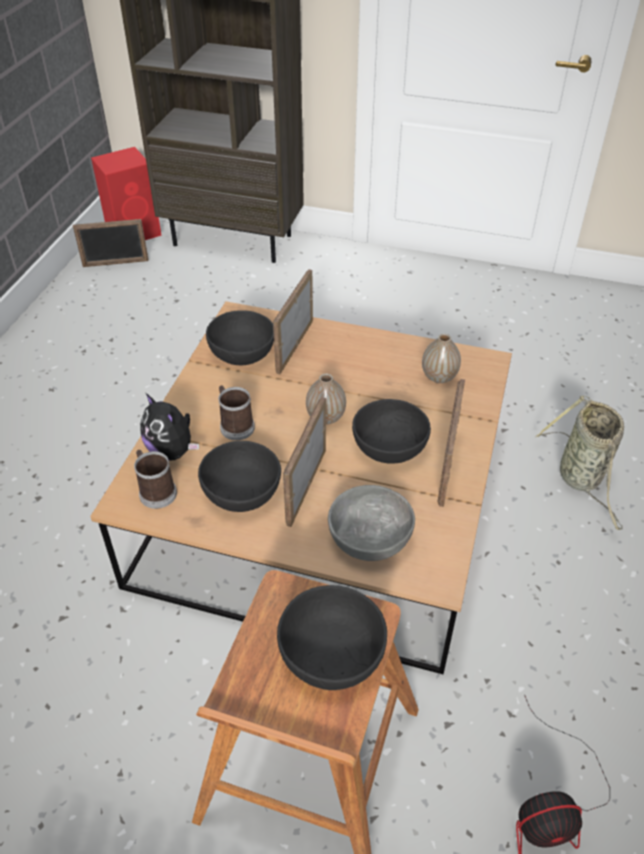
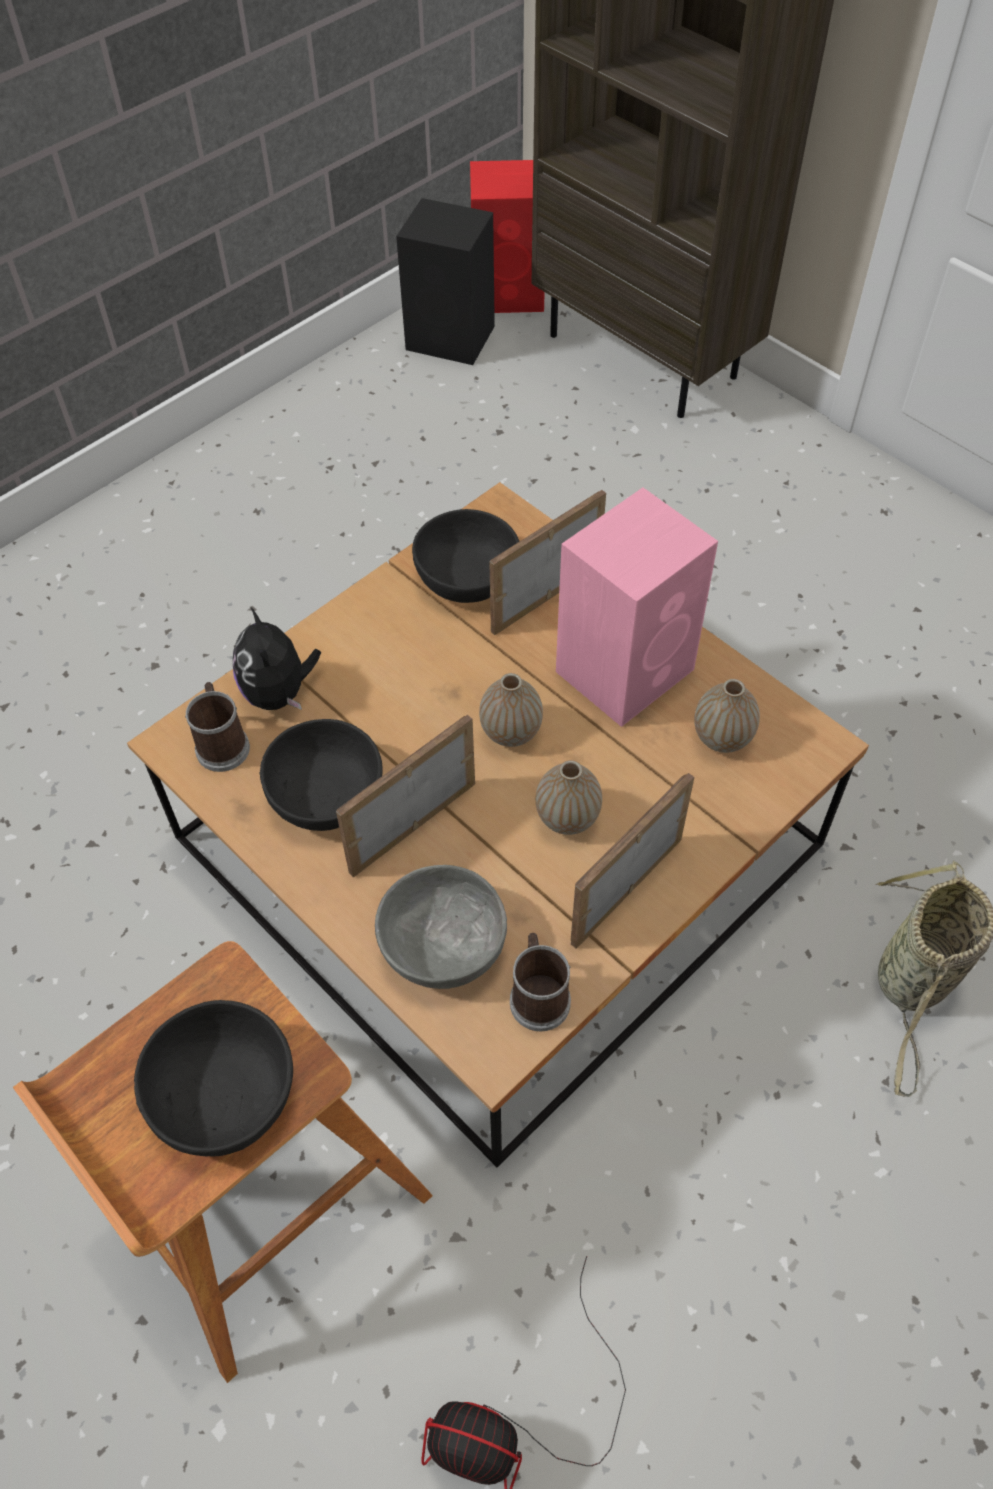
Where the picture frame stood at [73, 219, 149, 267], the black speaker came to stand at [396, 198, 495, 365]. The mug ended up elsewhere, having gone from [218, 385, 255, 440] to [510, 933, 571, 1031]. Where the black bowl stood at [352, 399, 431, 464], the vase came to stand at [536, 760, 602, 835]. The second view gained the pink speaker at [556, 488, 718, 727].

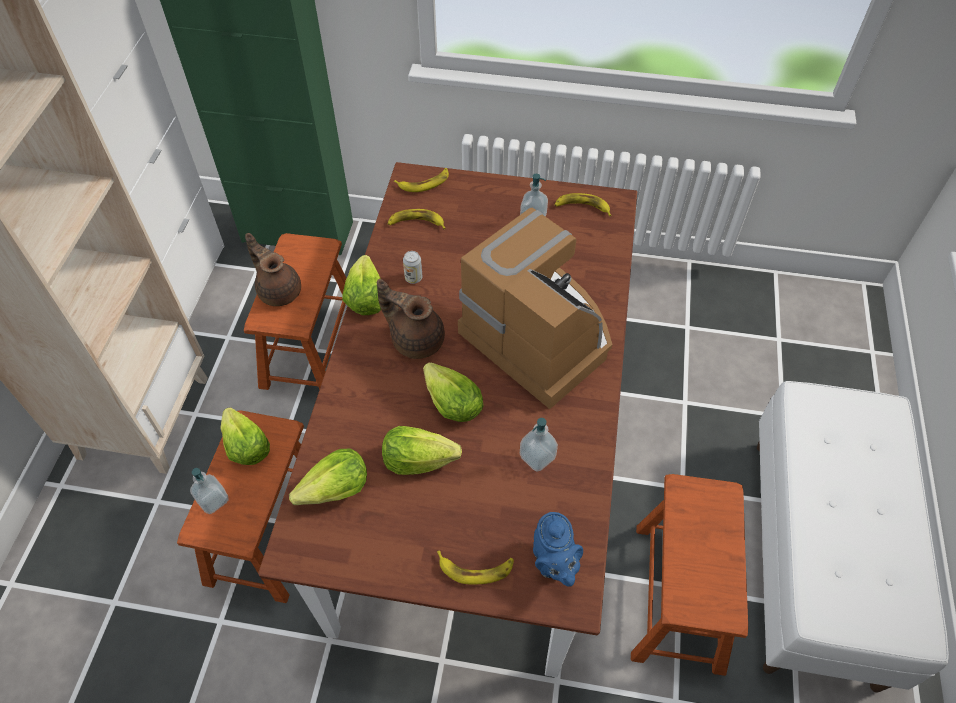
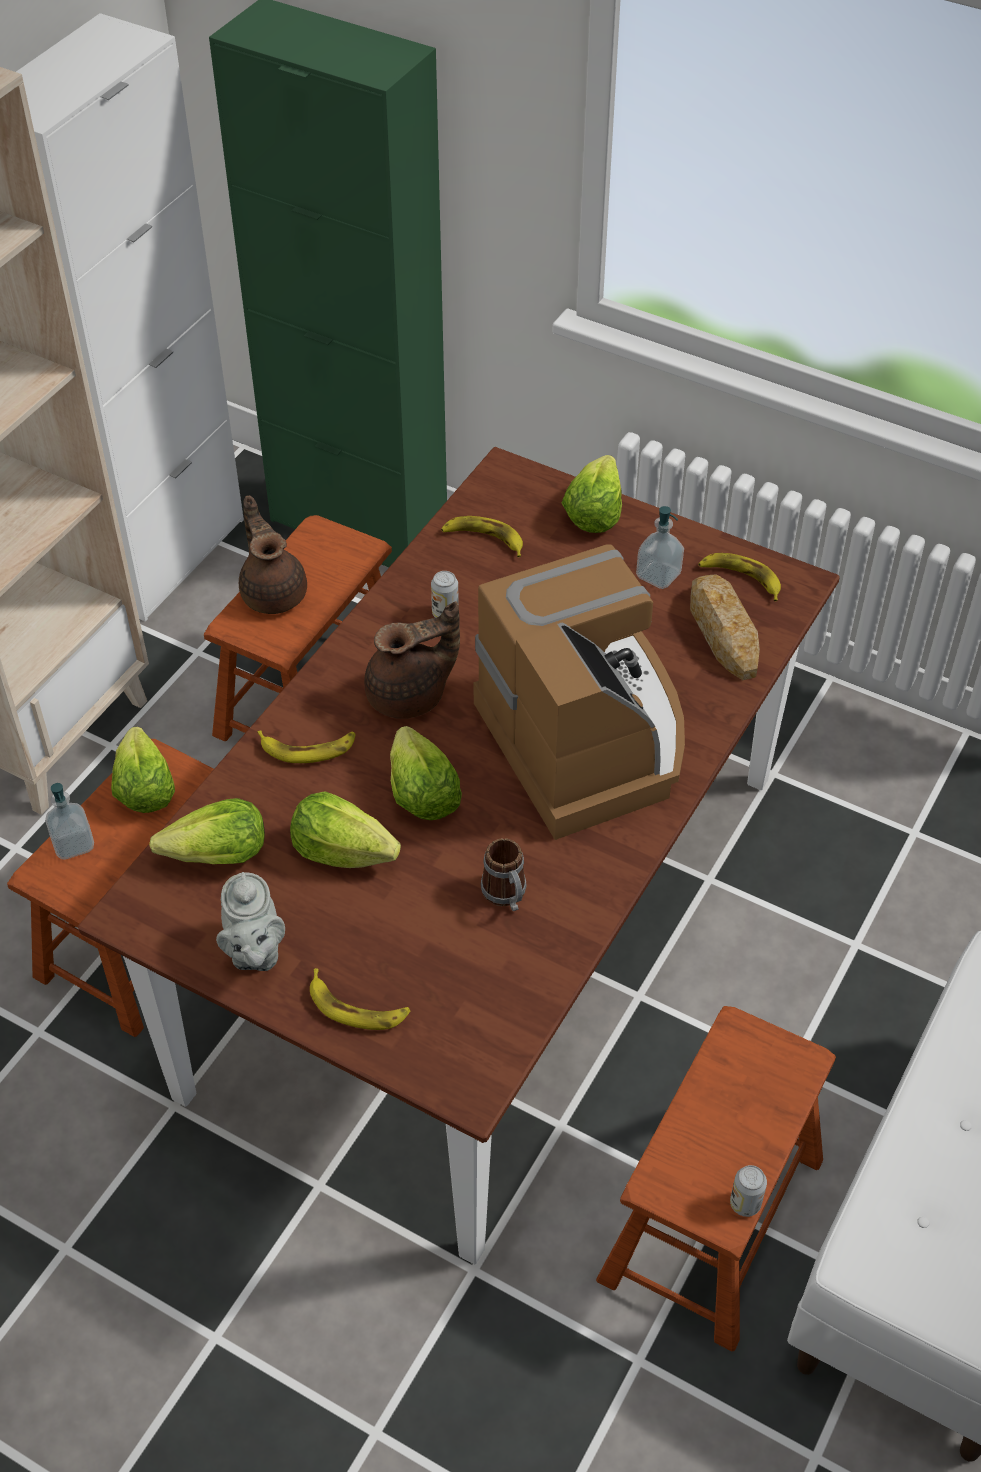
The second view gained the grey teapot at [216, 872, 285, 971]. The banana ended up elsewhere, having gone from [394, 168, 449, 192] to [257, 730, 356, 763]. The brown teapot at [377, 279, 445, 359] ended up facing another way, 105 degrees clockwise from before. Where the soap dispenser stood at [520, 418, 558, 472], the mug came to stand at [481, 838, 527, 911]. The lettuce ended up elsewhere, having gone from [342, 255, 381, 315] to [562, 455, 622, 533]. The second view gained the bread at [690, 574, 760, 680]. The second view gained the can at [730, 1165, 767, 1217]. The second view lost the blue teapot at [533, 512, 583, 587].

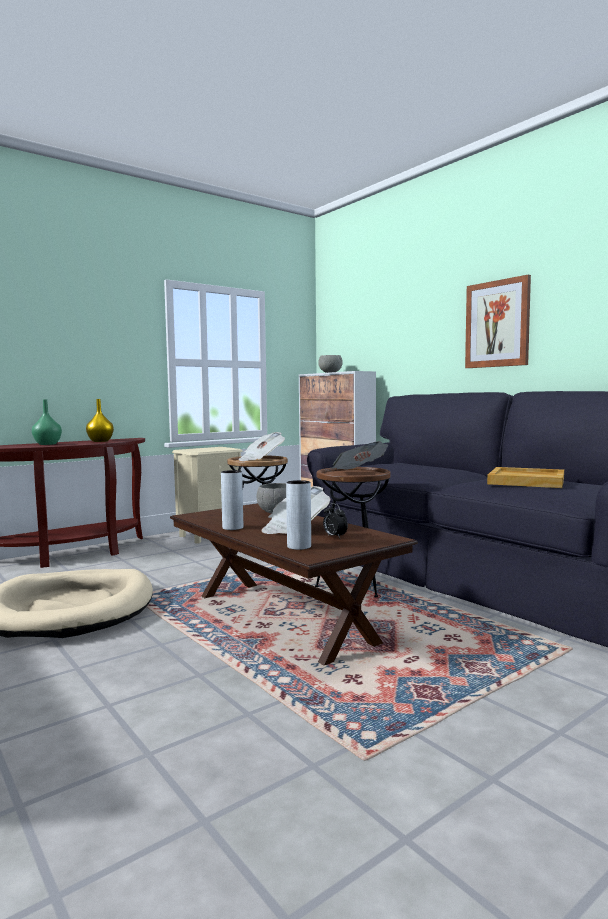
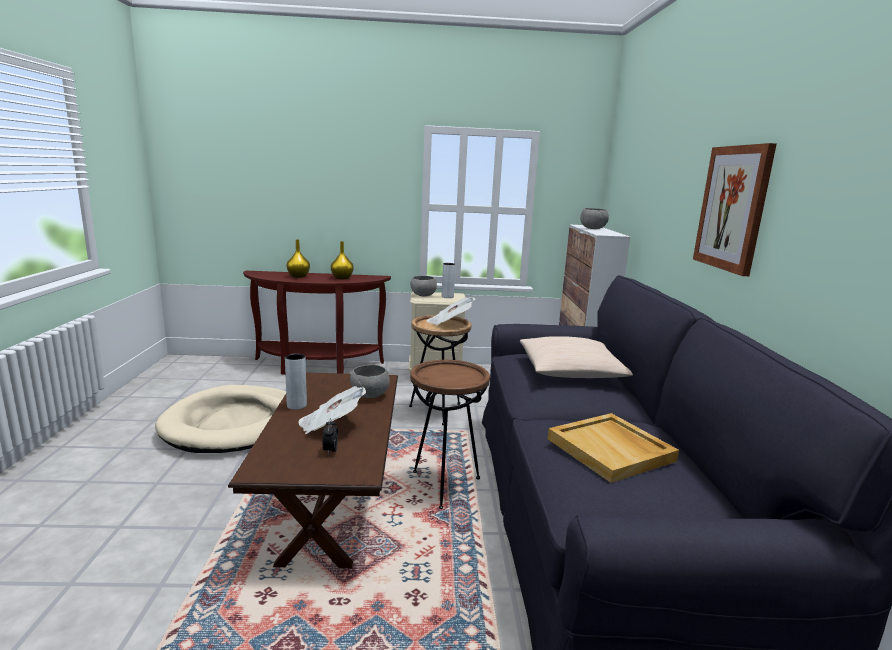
What was the green vase at [32, 399, 62, 445] turned into the yellow vase at [286, 240, 310, 278]. The second view gained the grey bowl at [410, 276, 437, 296]. The grey vase ended up elsewhere, having gone from [286, 480, 311, 550] to [442, 263, 456, 298]. The second view gained the beige pillow at [520, 336, 633, 378]. The second view lost the newspaper at [331, 441, 388, 470].

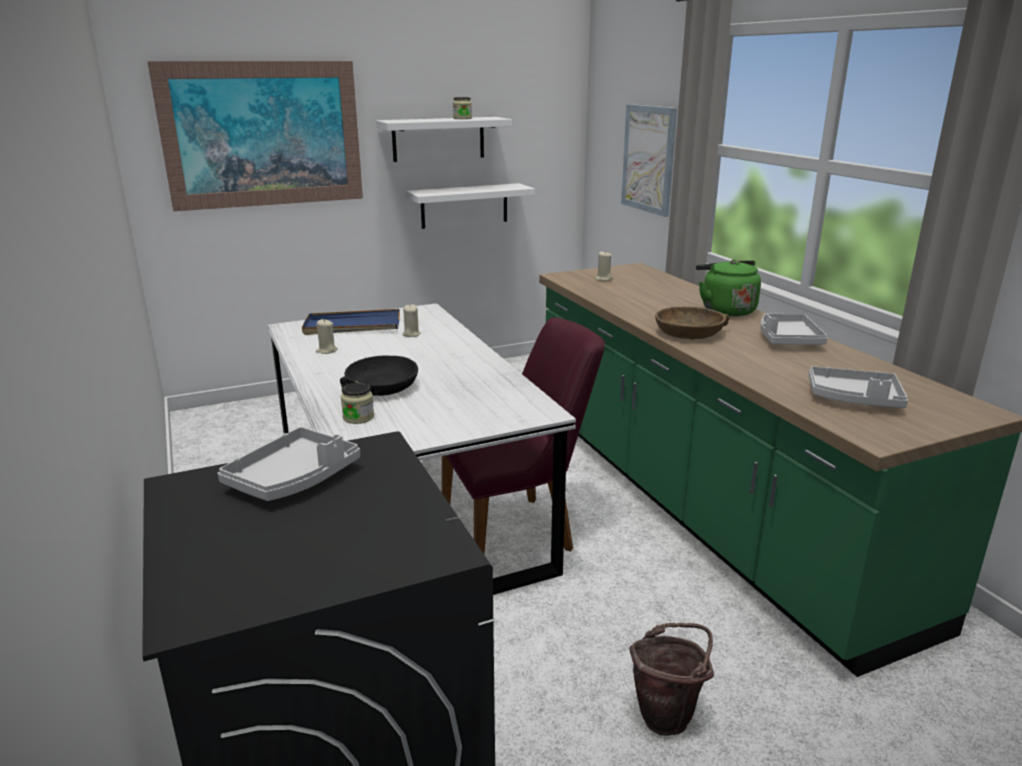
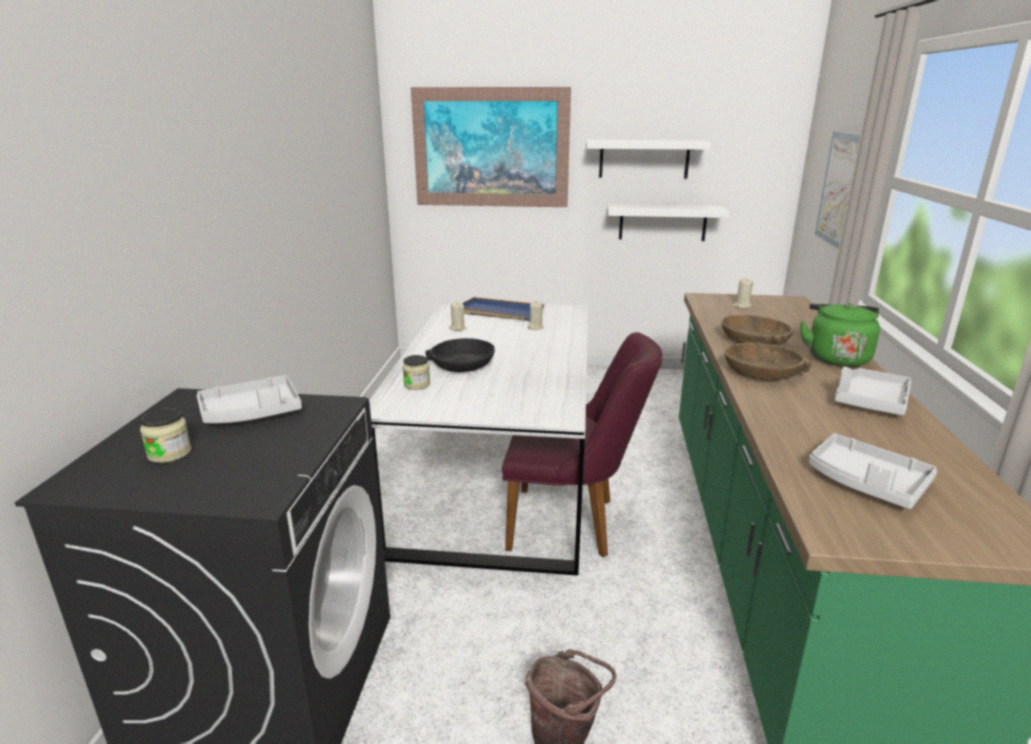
The jar ended up elsewhere, having gone from [453, 97, 472, 119] to [140, 408, 192, 463]. The second view gained the brown bowl at [722, 315, 794, 346].

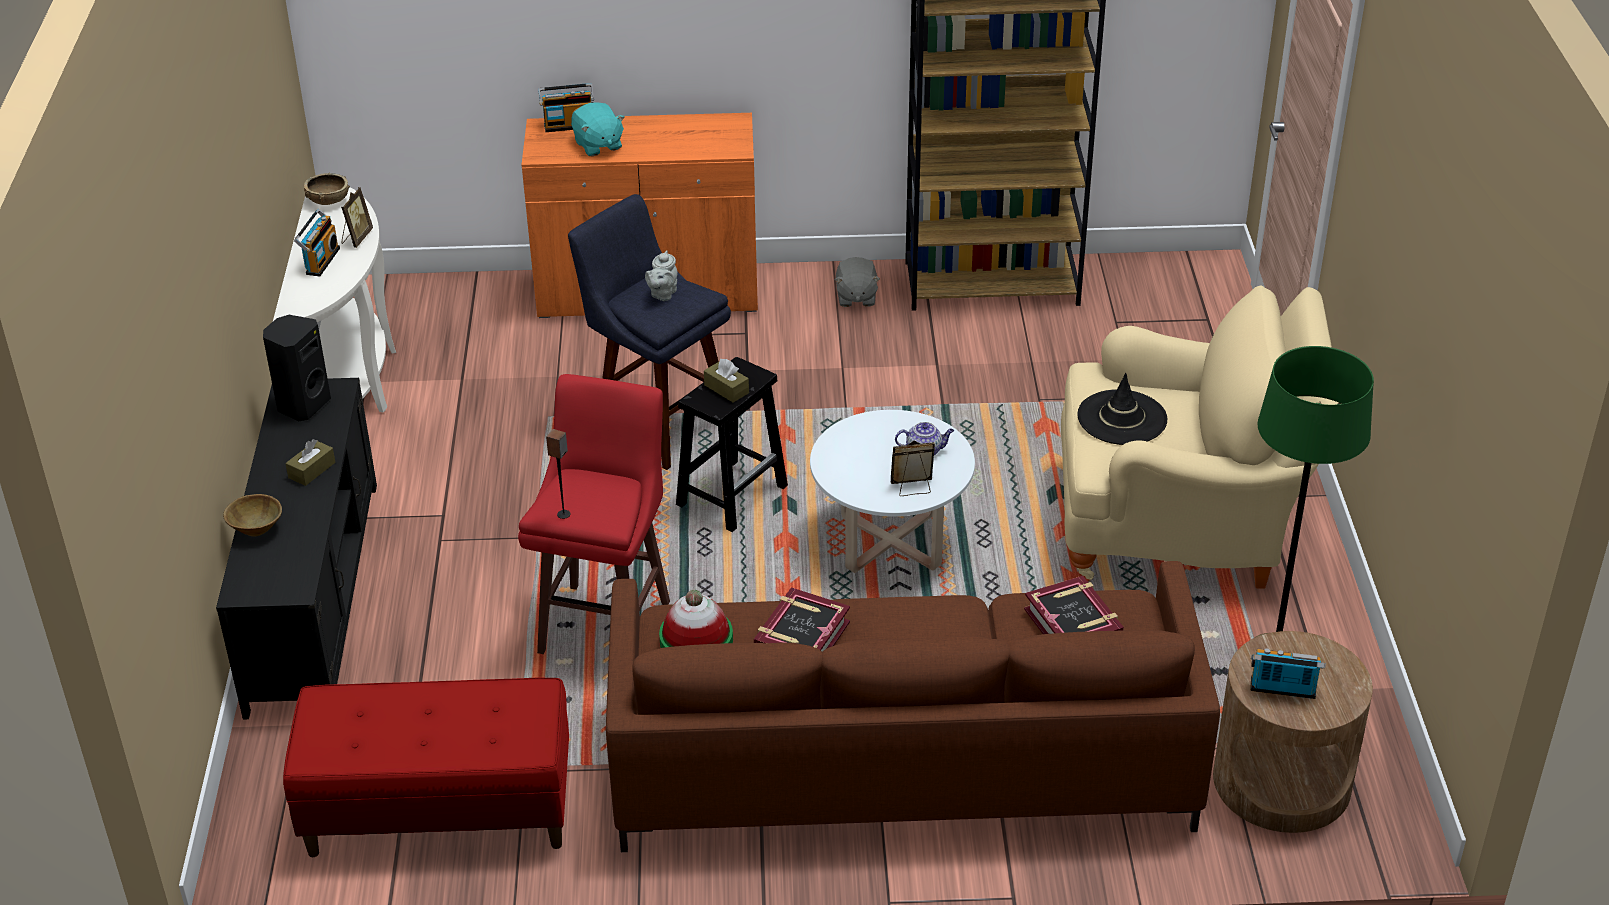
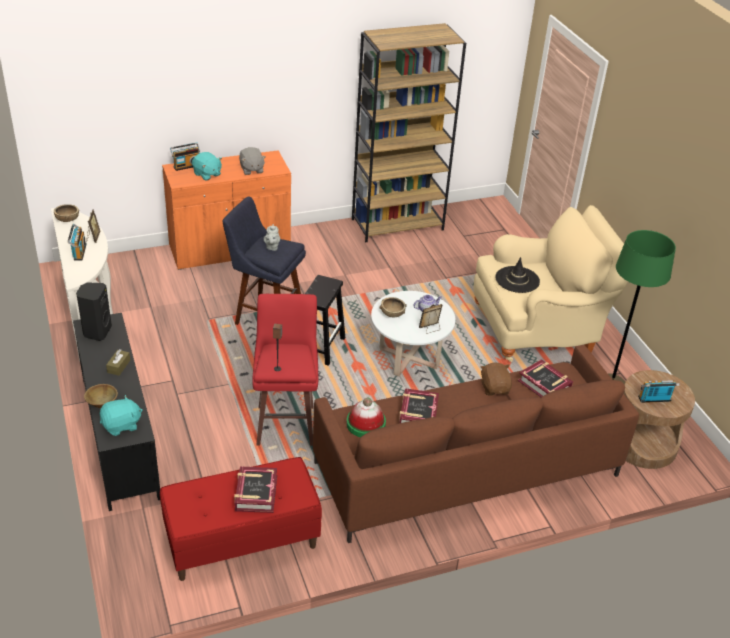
The second view gained the turquoise plush toy at [100, 395, 143, 436]. The second view gained the book at [234, 466, 277, 513]. The grey plush toy ended up elsewhere, having gone from [835, 257, 880, 307] to [239, 147, 266, 175]. The second view gained the brown bowl at [380, 297, 407, 317]. The second view gained the brown plush toy at [481, 363, 512, 395]. The second view lost the brown tissue box at [704, 359, 749, 403].

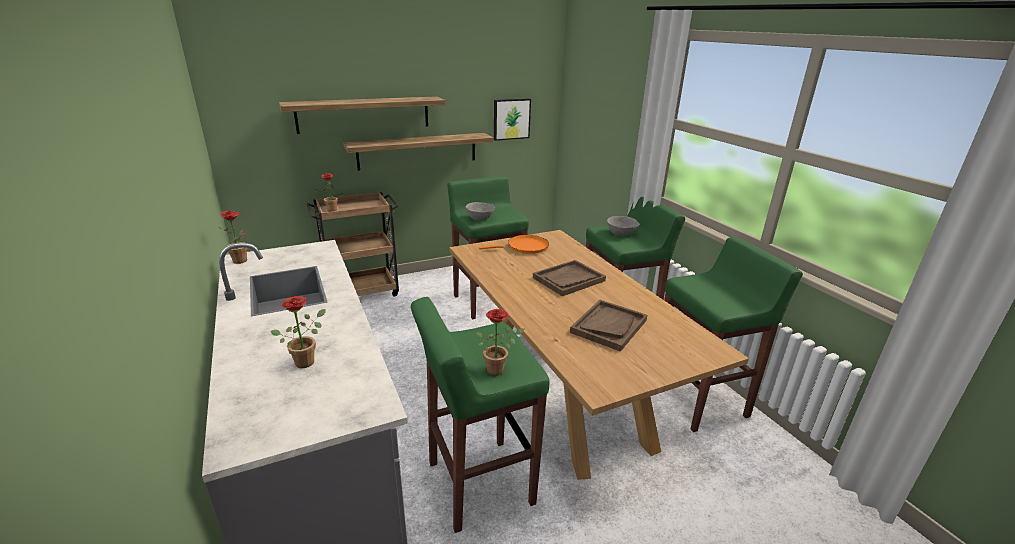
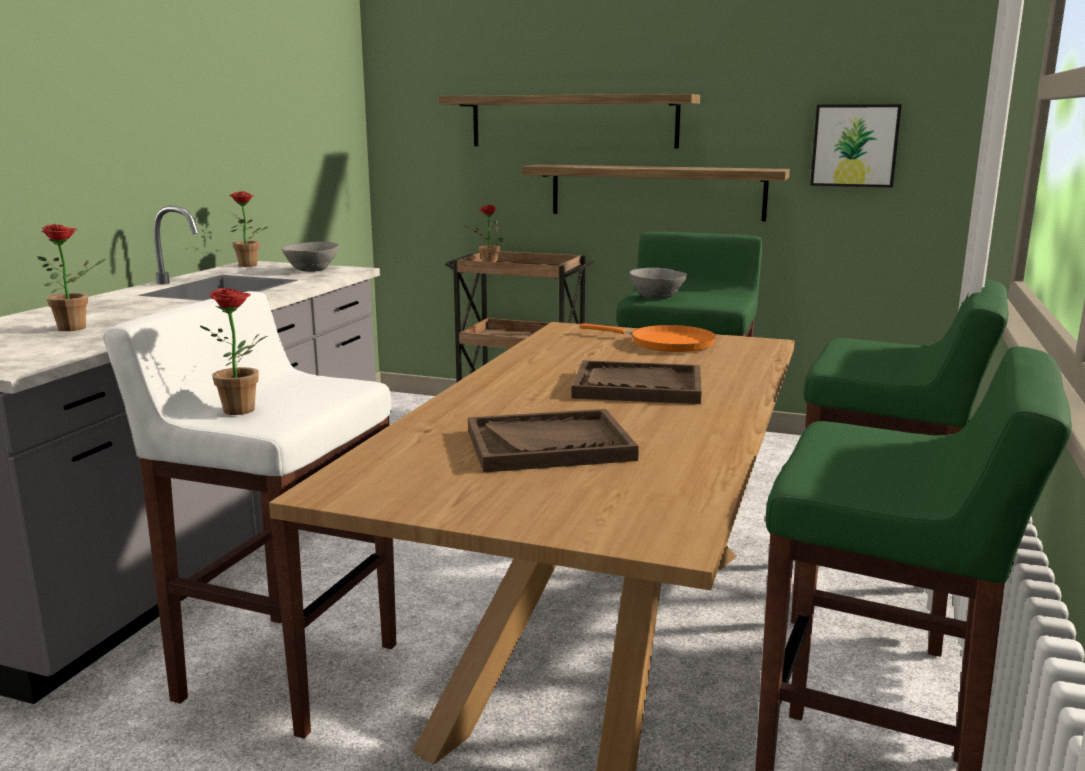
What was the green stool at [411, 297, 550, 533] turned into the white stool at [103, 291, 396, 739]. The grey bowl ended up elsewhere, having gone from [607, 216, 639, 236] to [282, 242, 339, 272].

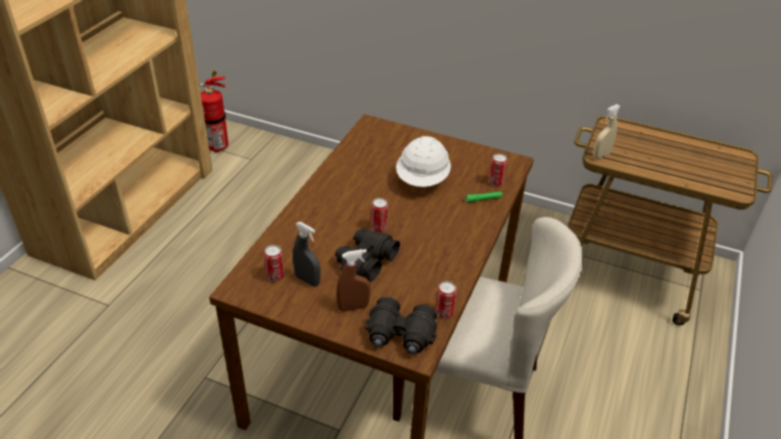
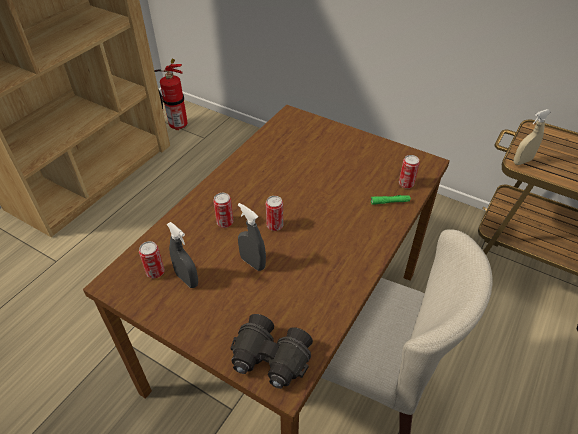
The can ended up elsewhere, having gone from [435, 281, 457, 319] to [213, 193, 233, 228]. Where the black binoculars stood at [335, 228, 400, 281], the grey spray bottle came to stand at [238, 203, 266, 271]. The second view lost the brown spray bottle at [336, 249, 370, 312]. The second view lost the white hard hat at [396, 136, 451, 187].

